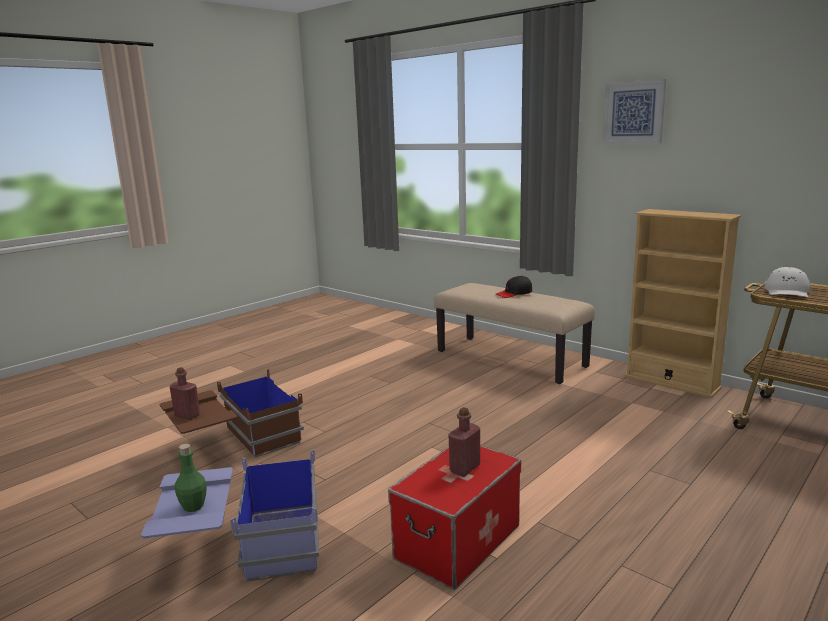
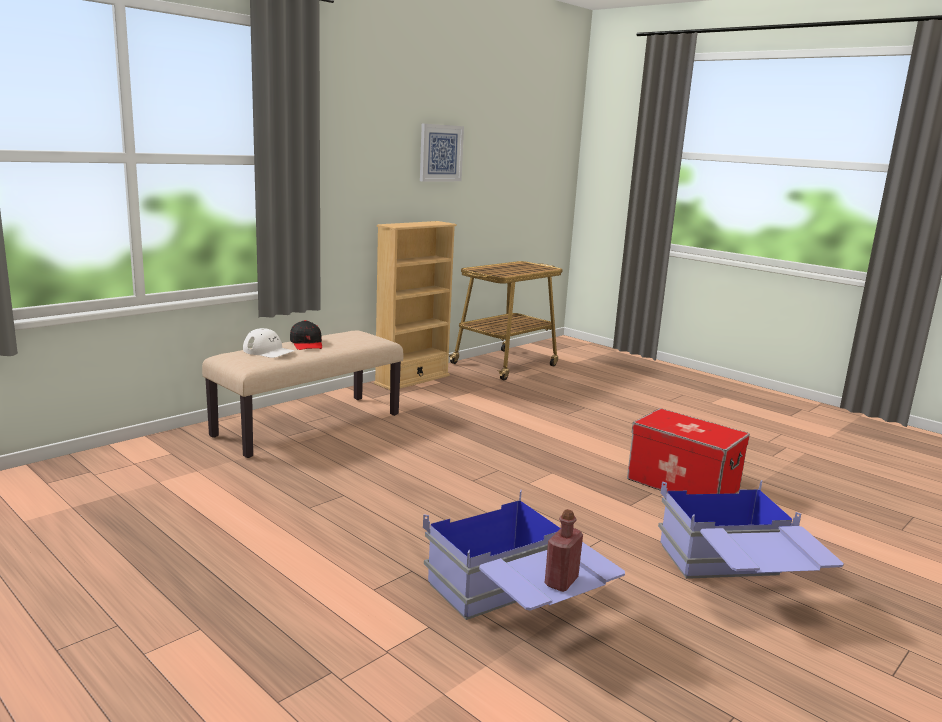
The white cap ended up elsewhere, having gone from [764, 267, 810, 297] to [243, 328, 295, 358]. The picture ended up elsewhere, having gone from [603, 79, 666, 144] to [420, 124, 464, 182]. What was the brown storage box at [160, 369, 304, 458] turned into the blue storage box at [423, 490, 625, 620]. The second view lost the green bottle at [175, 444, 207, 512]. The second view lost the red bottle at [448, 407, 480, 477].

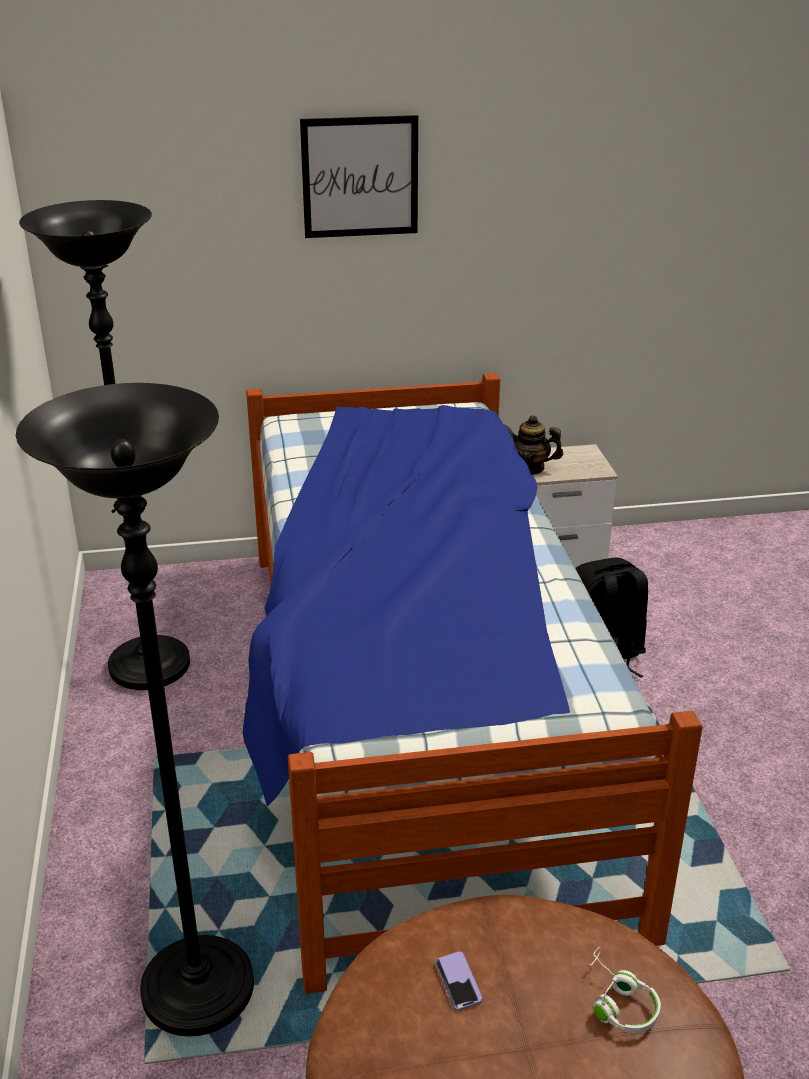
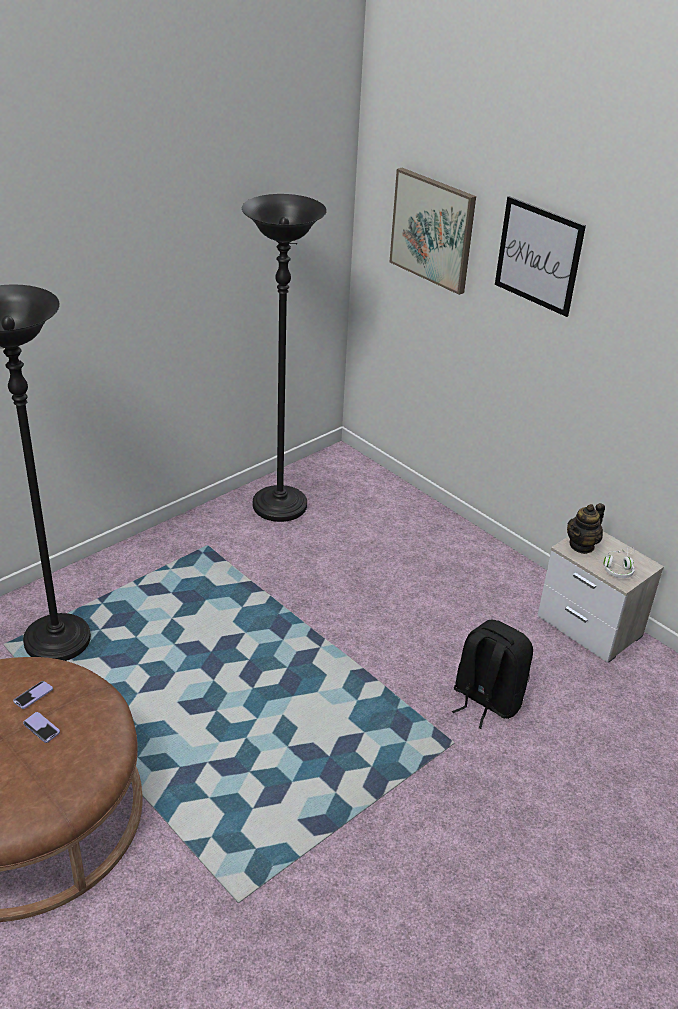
The second view gained the phone at [23, 712, 60, 743]. The second view gained the picture at [390, 168, 476, 295]. The teapot at [505, 415, 563, 475] ended up facing another way, 120 degrees counterclockwise from before. The white headphones ended up elsewhere, having gone from [588, 947, 661, 1033] to [603, 547, 635, 578]. The second view lost the bed at [243, 373, 703, 994].

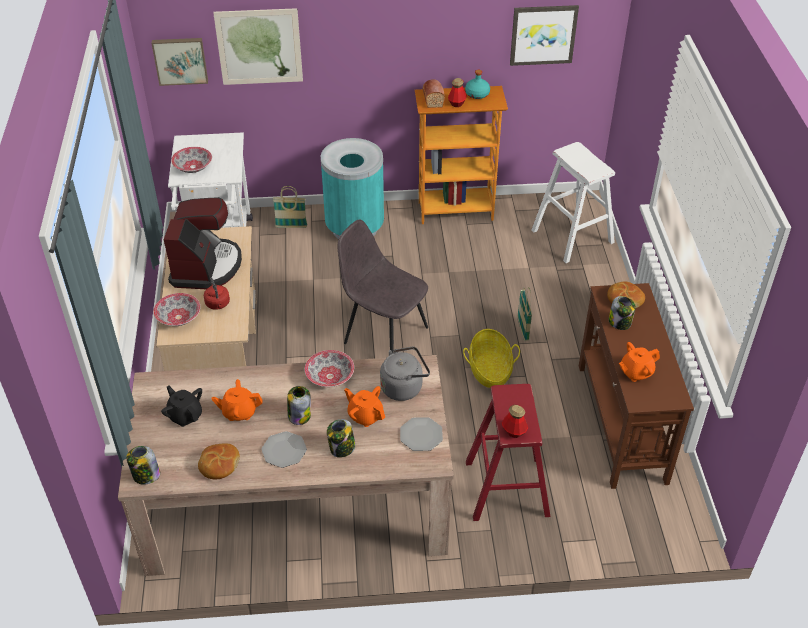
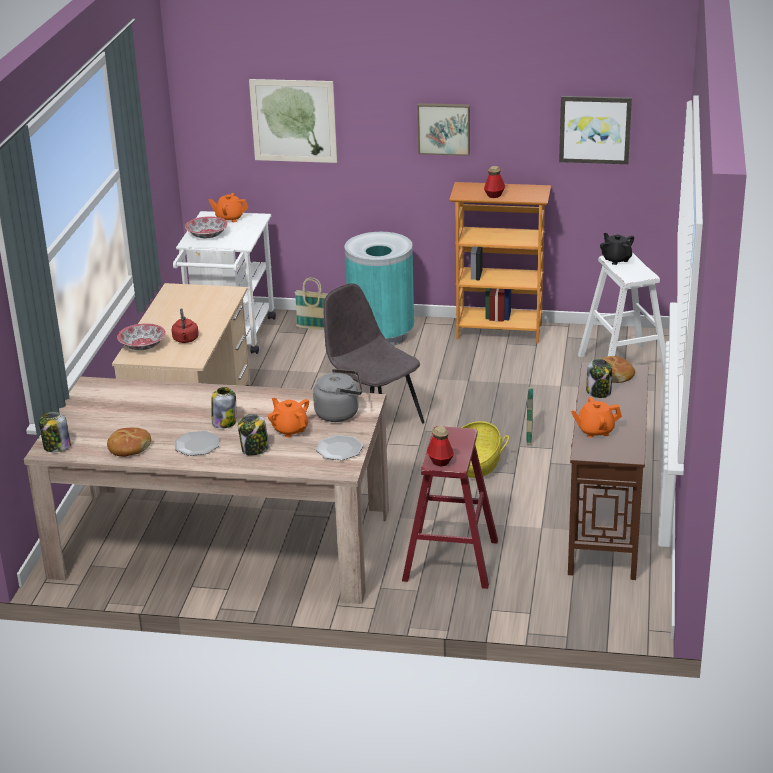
The orange teapot ended up elsewhere, having gone from [212, 379, 263, 421] to [208, 193, 248, 222]. The picture ended up elsewhere, having gone from [151, 38, 208, 86] to [417, 103, 470, 156]. The black teapot ended up elsewhere, having gone from [161, 385, 202, 427] to [600, 233, 634, 265]. The second view lost the coffee machine at [163, 197, 242, 289]. The second view lost the bowl at [305, 350, 354, 387]. The second view lost the bread at [423, 79, 445, 108]. The second view lost the turquoise bottle at [465, 70, 490, 99].

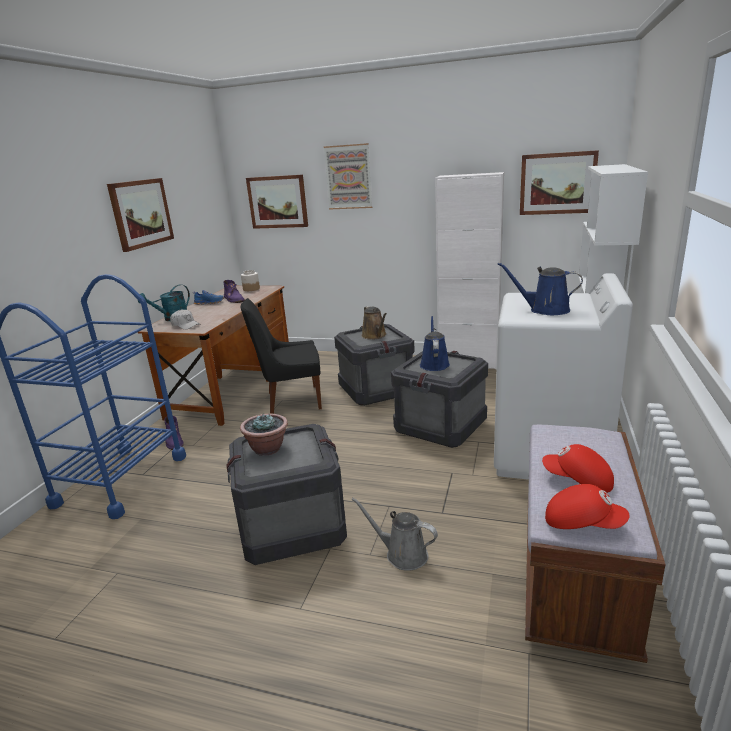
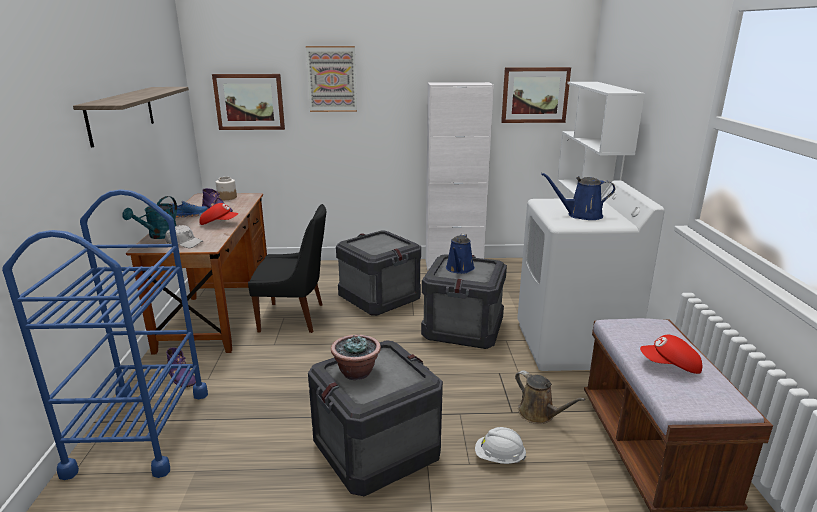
Where the picture hung at [107, 178, 174, 252], the shelf came to hang at [73, 87, 189, 148]. The red cap ended up elsewhere, having gone from [545, 484, 629, 529] to [199, 203, 239, 225]. The black chair at [241, 298, 322, 414] ended up facing another way, 150 degrees counterclockwise from before. The blue watering can at [420, 316, 450, 371] ended up facing another way, 150 degrees counterclockwise from before. Where the grey watering can stood at [351, 498, 438, 571], the white hard hat came to stand at [475, 427, 526, 464]. The brown watering can ended up elsewhere, having gone from [362, 306, 387, 340] to [515, 370, 586, 424].

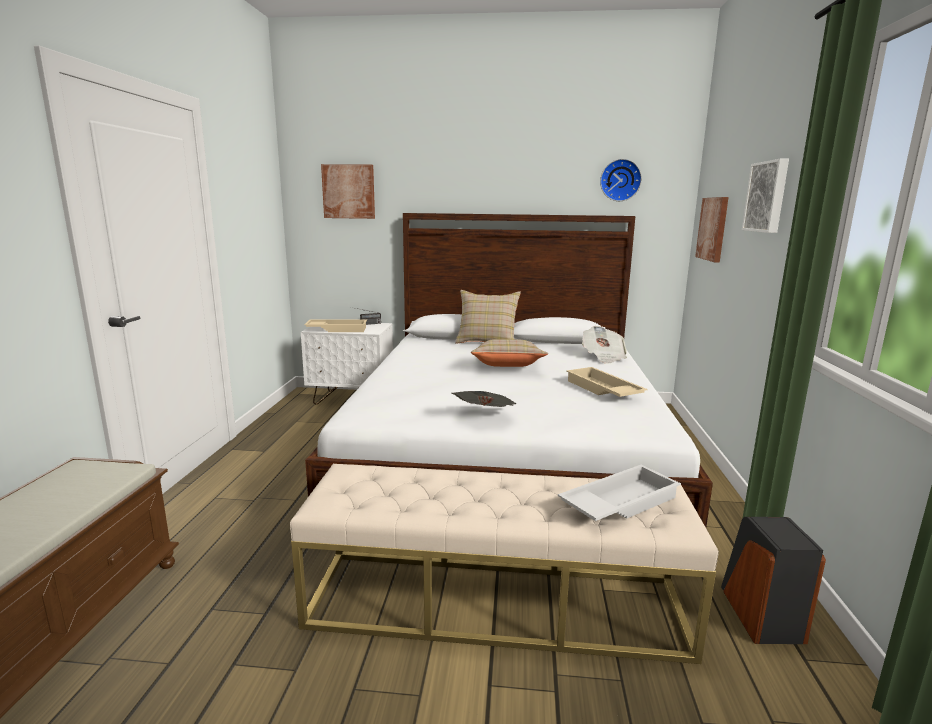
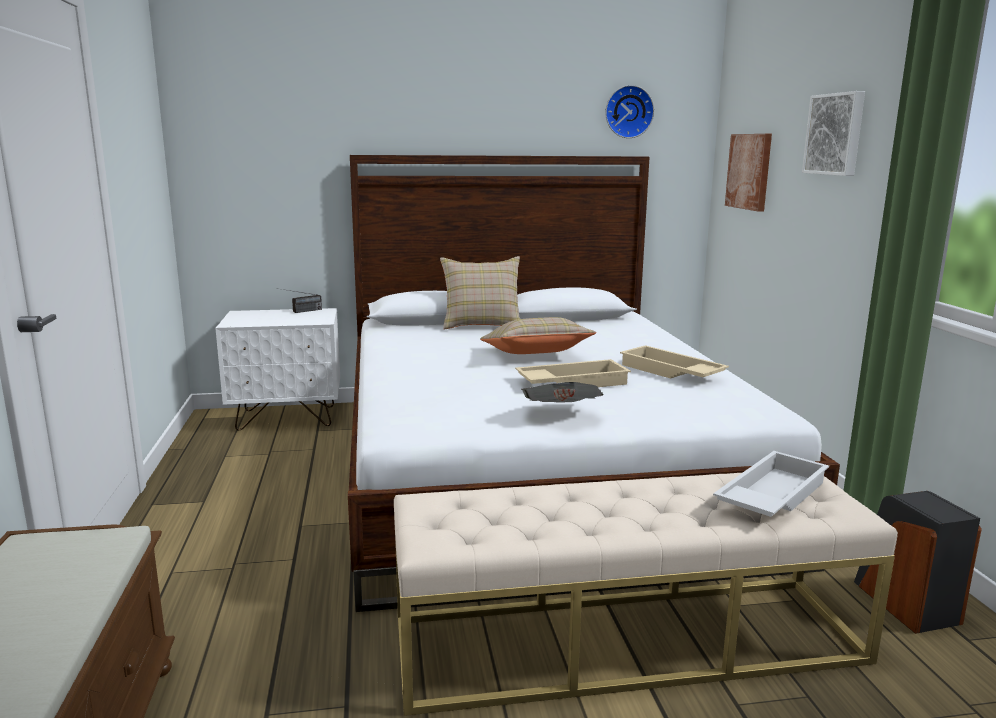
The beige tray ended up elsewhere, having gone from [304, 320, 367, 332] to [515, 359, 631, 387]. The second view lost the picture at [321, 164, 375, 219]. The second view lost the newspaper at [582, 326, 627, 364].

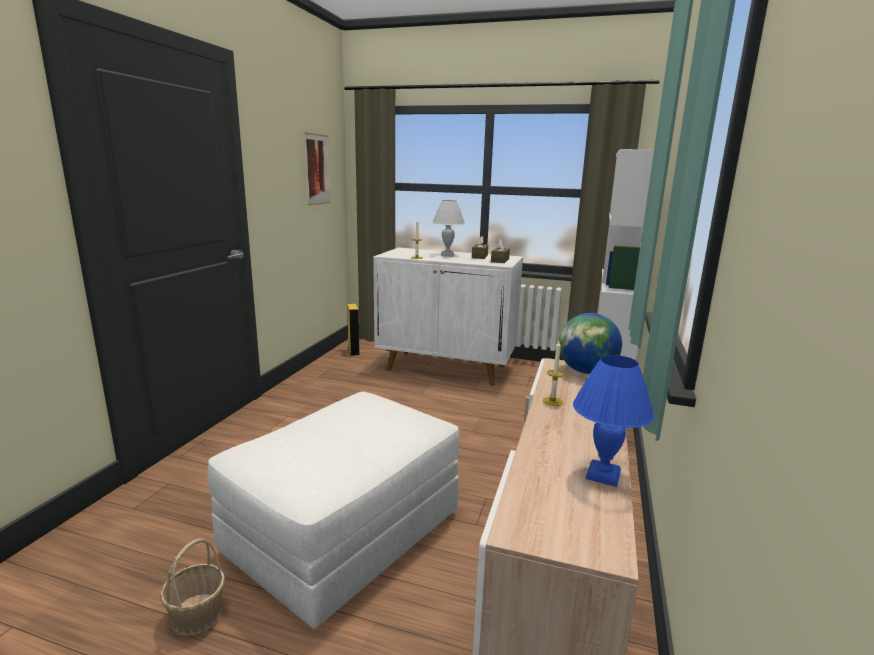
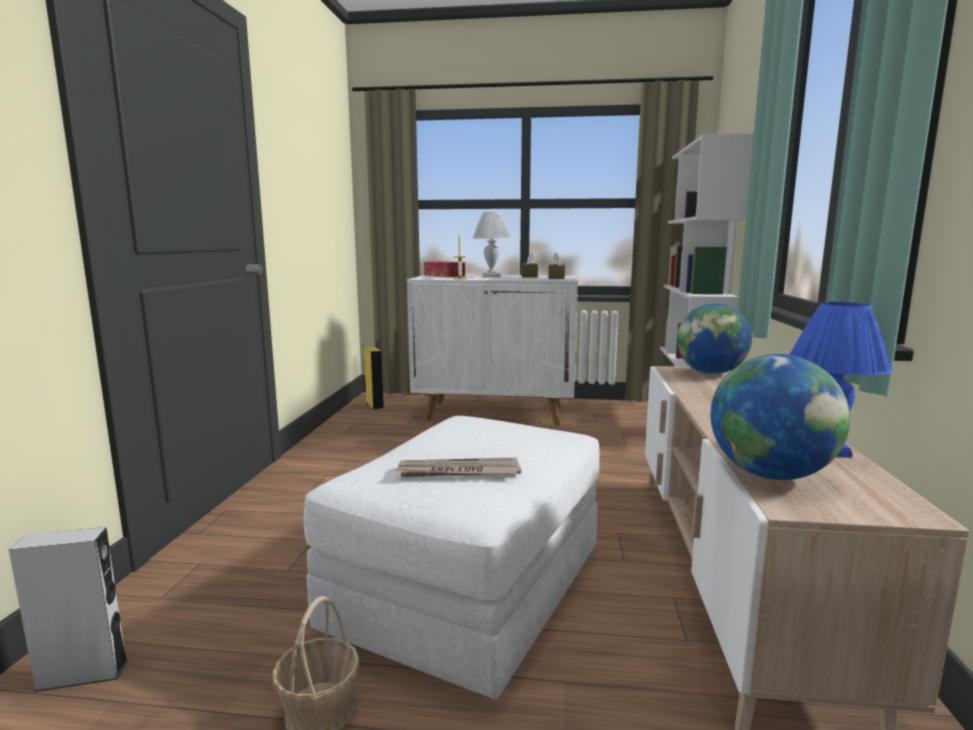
The second view gained the grey speaker at [9, 527, 128, 692]. The second view gained the newspaper at [397, 457, 521, 477]. The second view gained the tissue box at [424, 261, 465, 277]. The second view gained the globe at [711, 354, 850, 480]. The second view lost the picture at [304, 133, 331, 205]. The second view lost the candle at [543, 341, 565, 406].

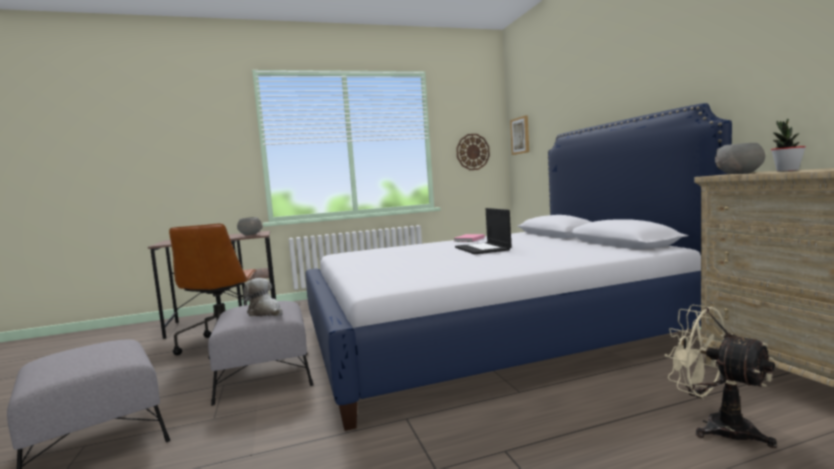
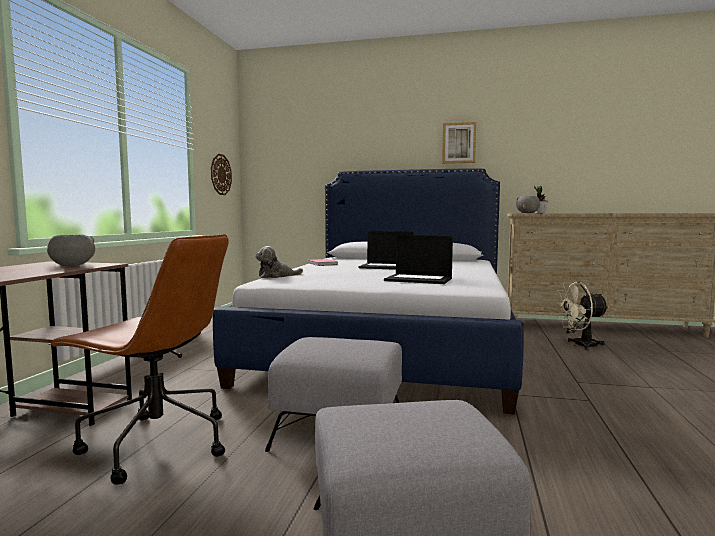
The plush toy ended up elsewhere, having gone from [243, 278, 283, 317] to [256, 246, 303, 278]. The second view gained the laptop at [384, 235, 453, 284]. The picture ended up elsewhere, having gone from [510, 115, 529, 155] to [442, 122, 476, 164].

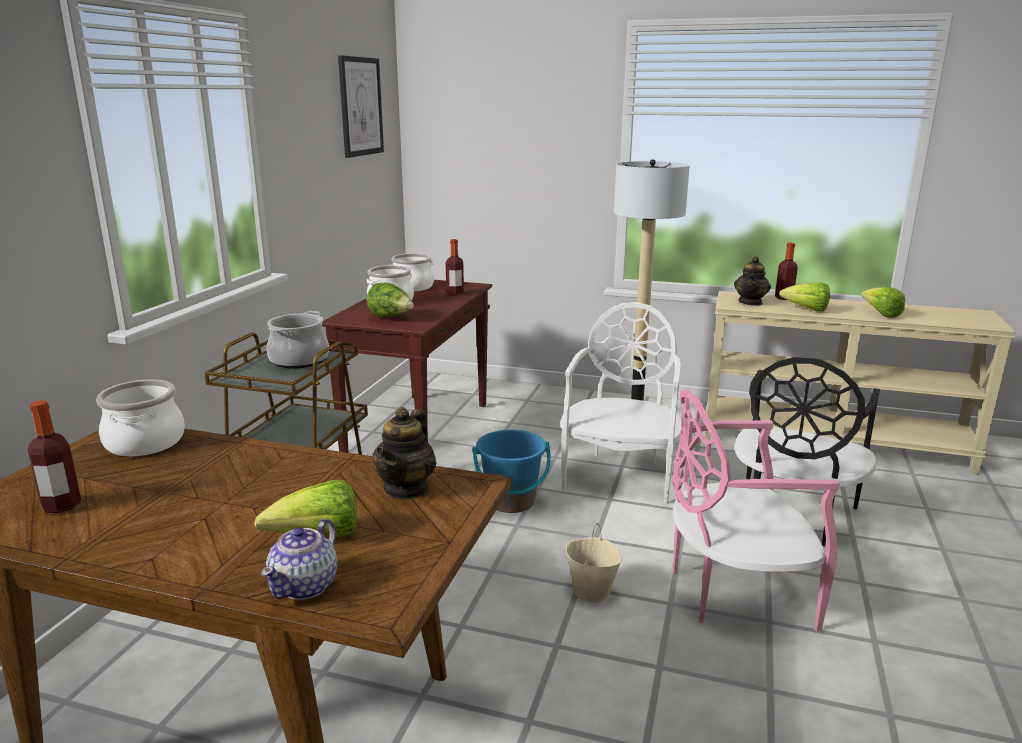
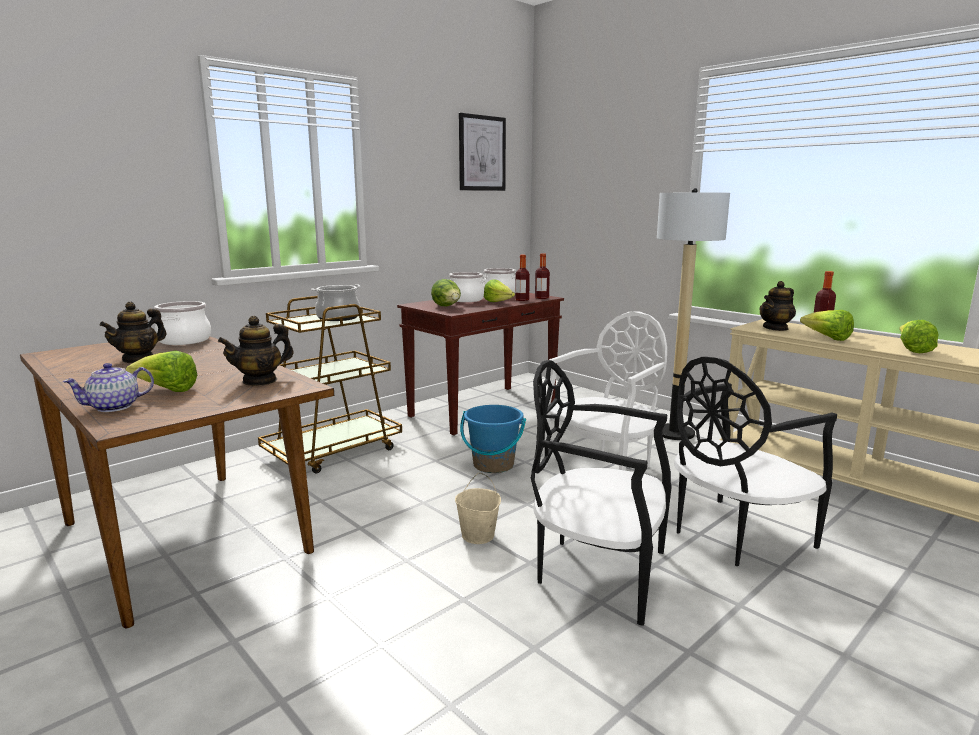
The second view gained the teapot at [99, 301, 166, 363]. The second view gained the lettuce at [484, 279, 515, 302]. What was the pink chair at [672, 390, 840, 632] turned into the black chair at [531, 360, 672, 626]. The bottle ended up elsewhere, having gone from [28, 400, 81, 513] to [535, 253, 550, 299].

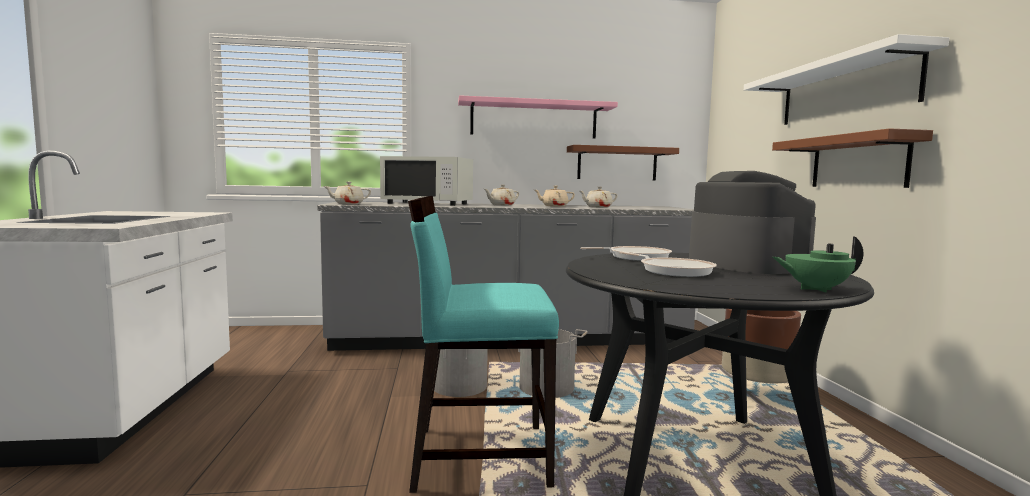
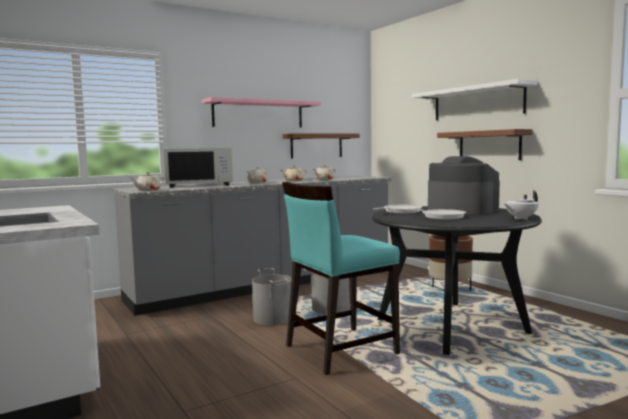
What was the green teapot at [773, 236, 863, 292] turned into the white teapot at [504, 190, 539, 219].

